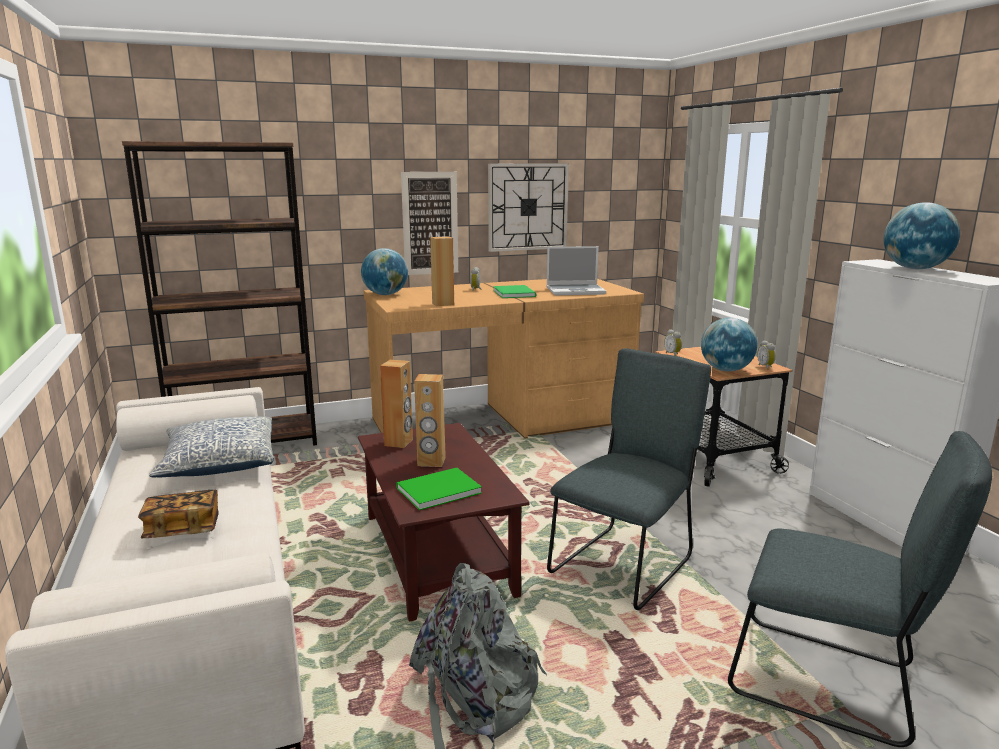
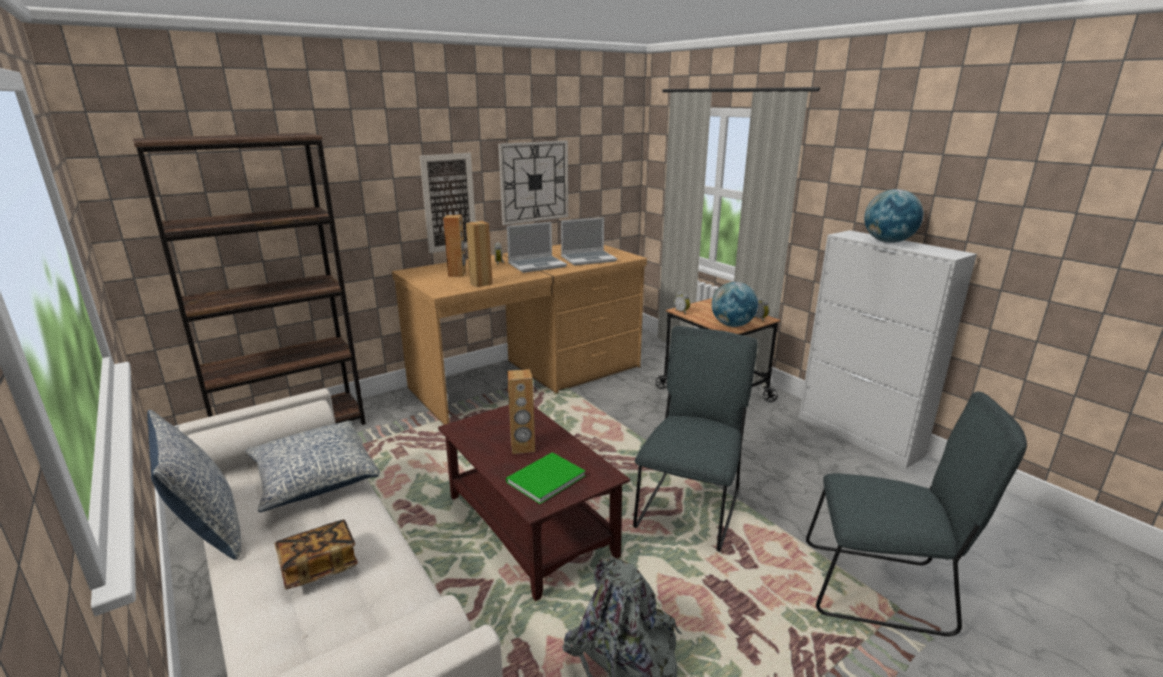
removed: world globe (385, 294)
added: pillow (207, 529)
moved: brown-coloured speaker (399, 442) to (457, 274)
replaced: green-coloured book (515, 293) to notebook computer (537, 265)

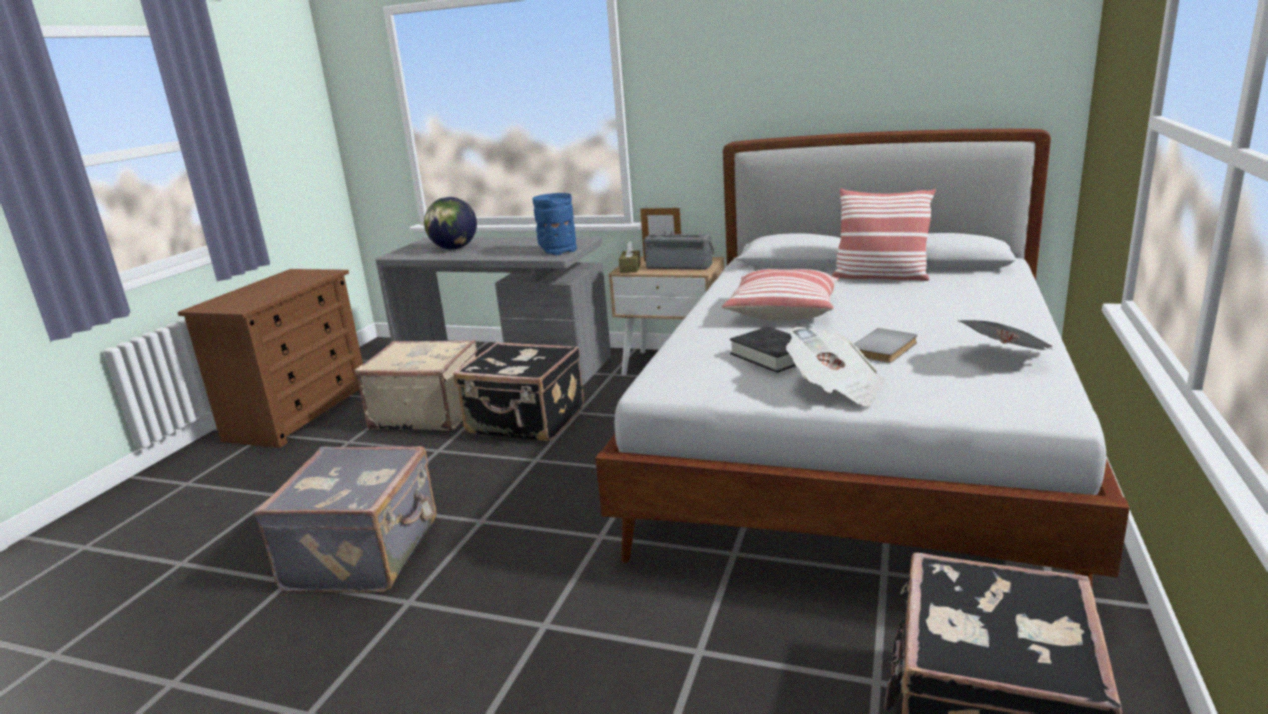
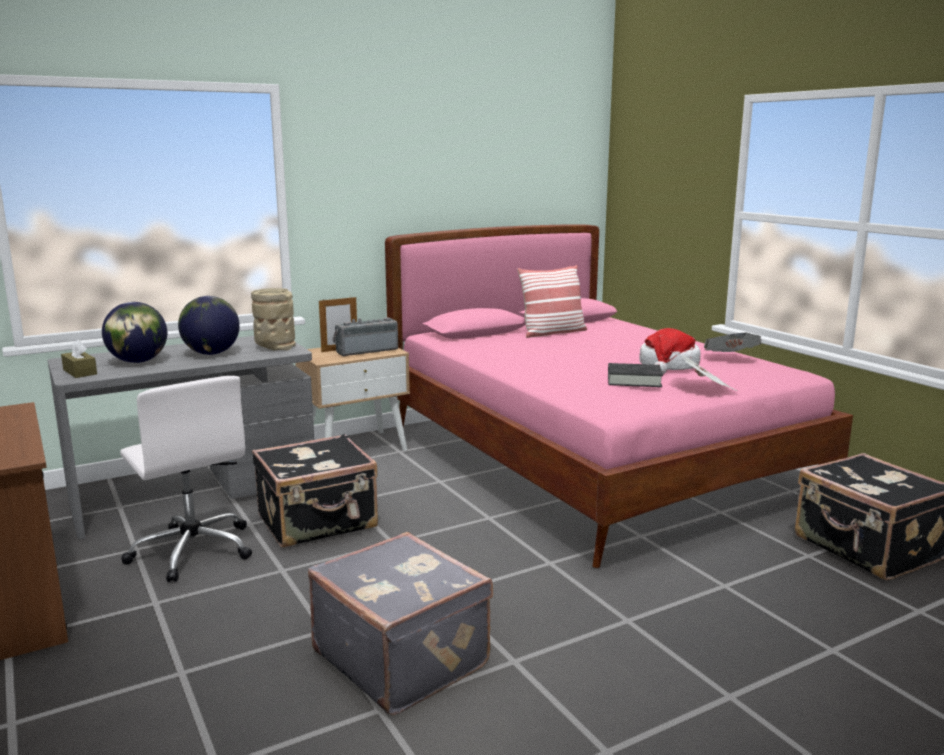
removed: pillow (782, 311)
added: world globe (211, 353)
moved: brown-coloured tissue box (630, 268) to (80, 372)
replaced: sand-coloured suitcase (428, 413) to white computer chair (193, 550); greyish book (885, 348) to hat (668, 366)
recoloured: bluish vase (557, 250) to sand-coloured vase (275, 347); white sleeping bed (858, 451) to pinkish sleeping bed (591, 461)

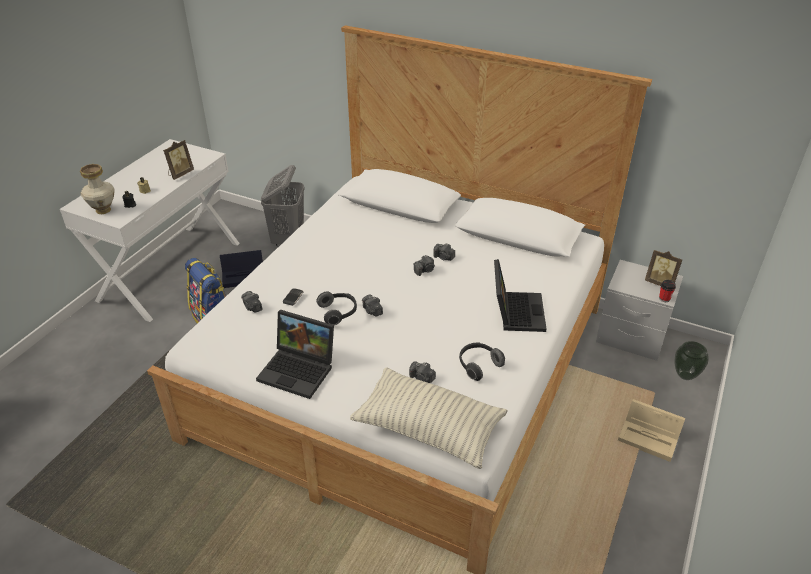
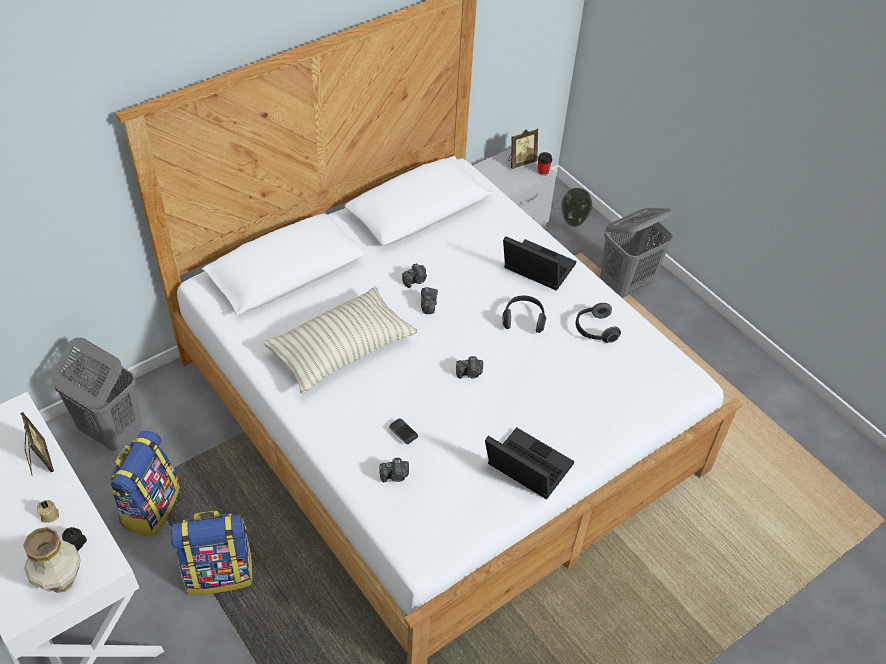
removed: still camera (422, 378)
moved: pillow (428, 428) to (341, 350); headset (338, 313) to (523, 319)
replaced: black storage box (245, 275) to rucksack (150, 507); sand-coloured storage box (650, 437) to greyish laundry basket (626, 285)
turned: notebook computer (299, 370) = (524, 468) 105 degrees counterclockwise

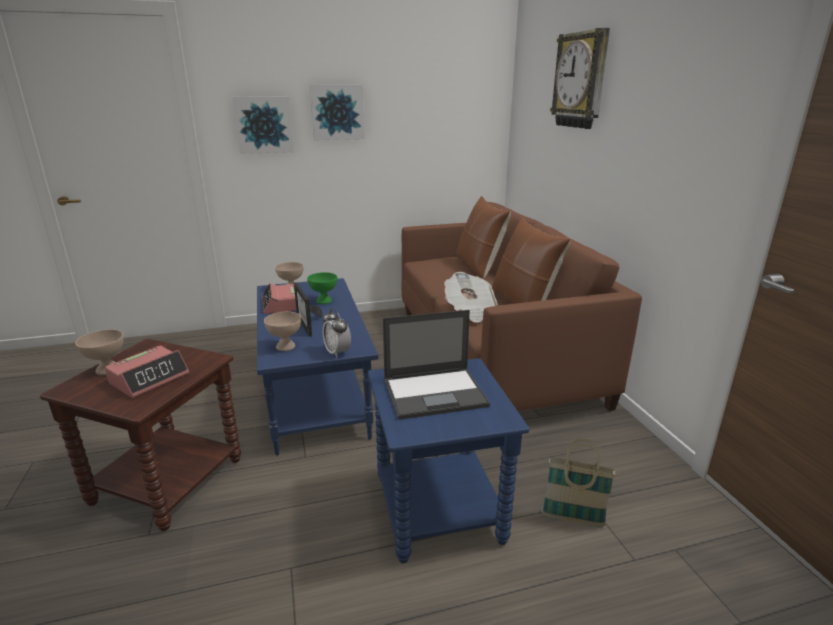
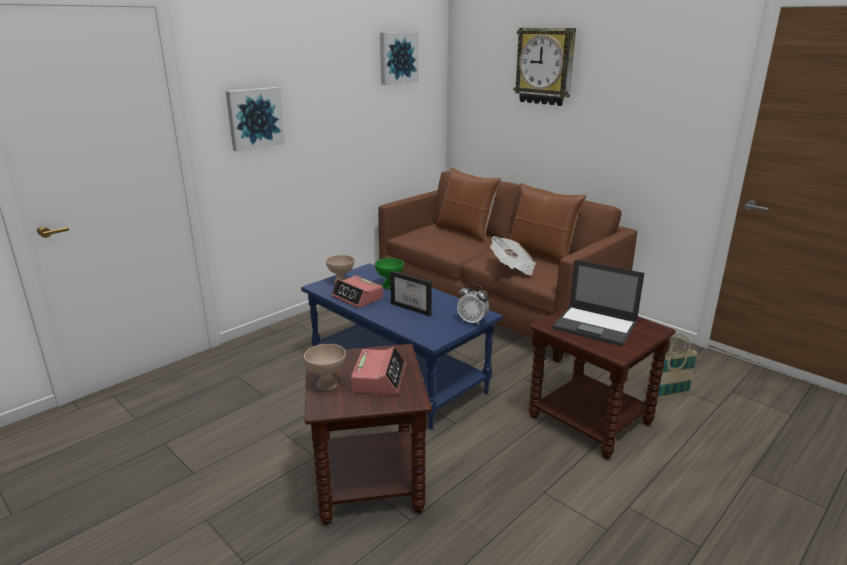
removed: sand-coloured deep dish (286, 347)
moved: wall art (337, 112) to (398, 58)
recoloured: bluish side table (440, 509) to brown-coloured side table (590, 420)
turned: notebook computer (436, 393) = (596, 326) 75 degrees clockwise

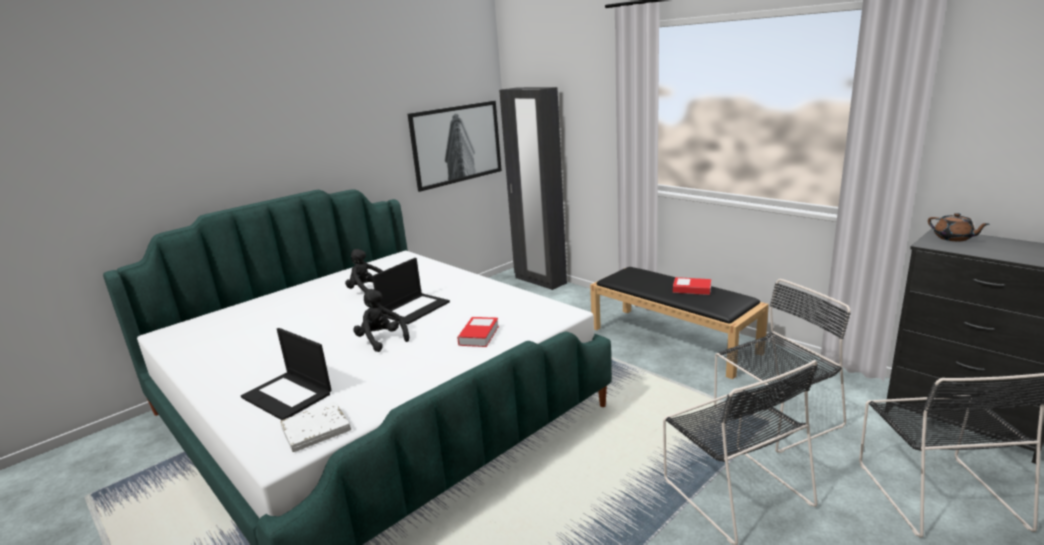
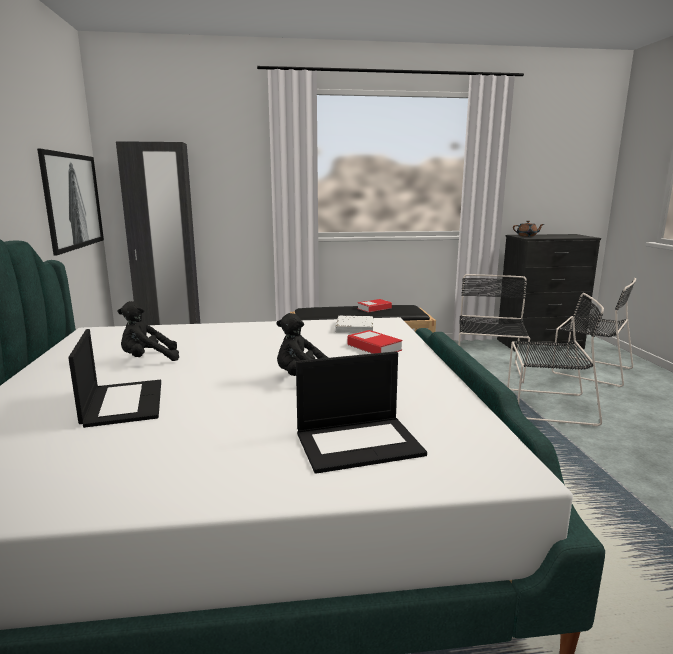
moved: notebook computer (414, 308) to (123, 402); white book (316, 430) to (354, 328)

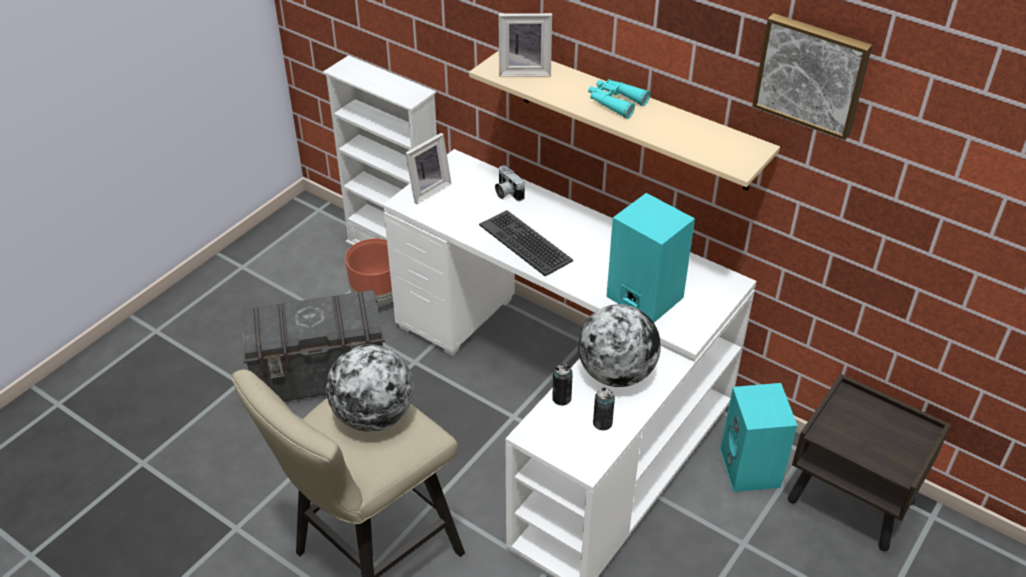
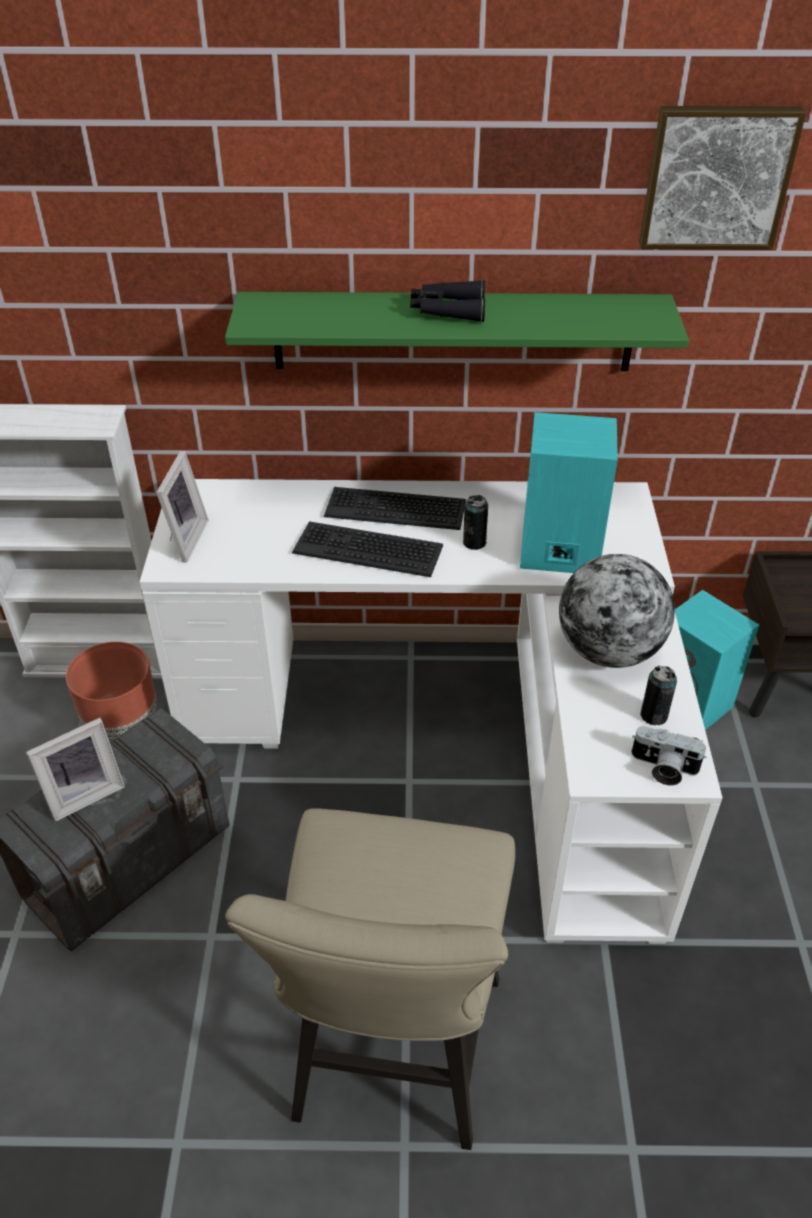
removed: world globe (374, 416)
added: computer keyboard (395, 509)
moved: picture frame (524, 70) to (84, 793); metal can (561, 398) to (474, 542); still camera (507, 192) to (663, 768)
recoloured: sand-coloured wall shelf (633, 117) to green-coloured wall shelf (453, 331); turquoise-coloured binoculars (615, 102) to black binoculars (447, 310)

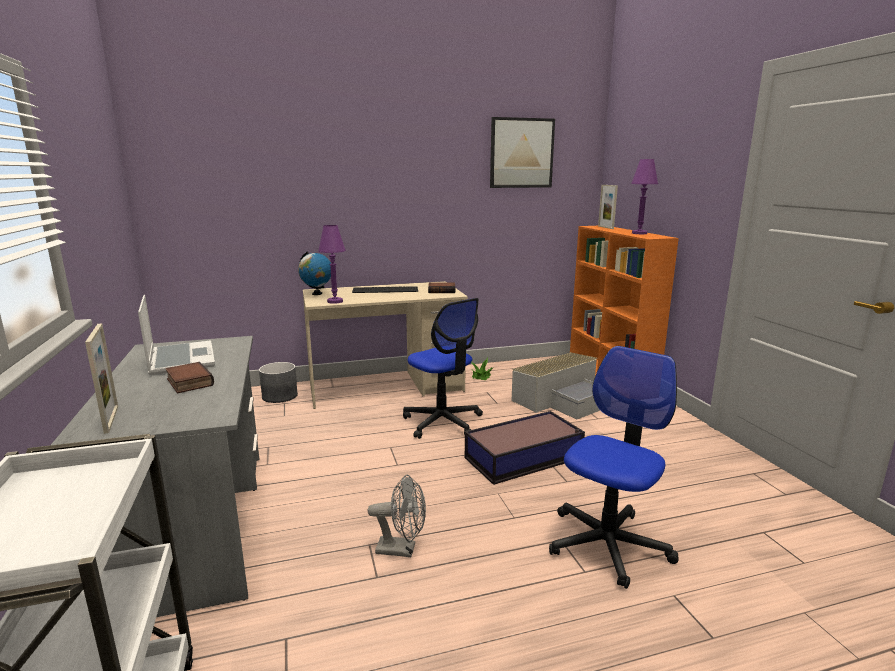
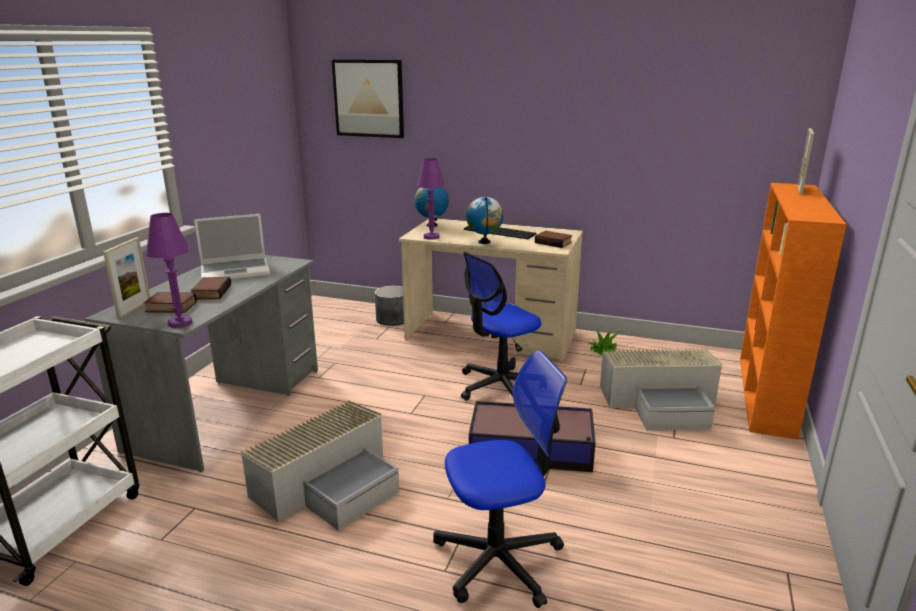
added: book (170, 307); world globe (484, 242)
moved: purplish table lamp (639, 233) to (180, 323); wall art (521, 153) to (368, 98)
replaced: greyish electric fan (402, 549) to greyish storage box (330, 483)
turned: notebook computer (180, 359) = (236, 271) 60 degrees clockwise; computer chair (443, 422) = (500, 387) 60 degrees clockwise

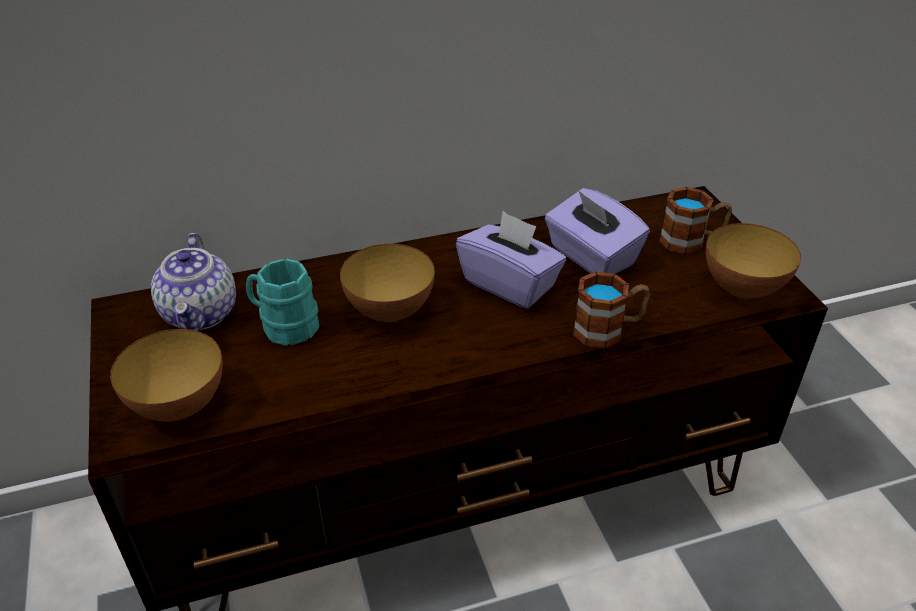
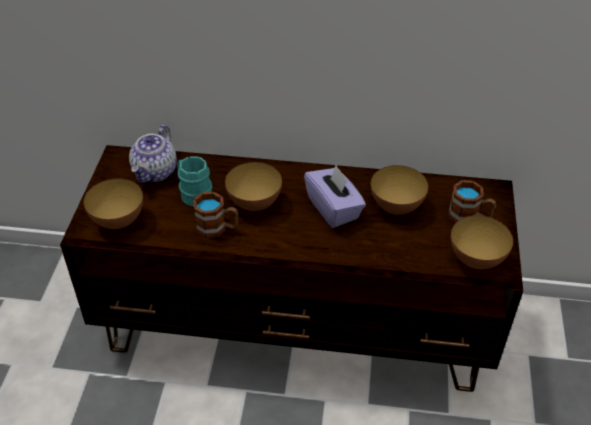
moved: mug (608, 330) to (217, 228)
replaced: purplish tissue box (591, 256) to deep dish (396, 207)

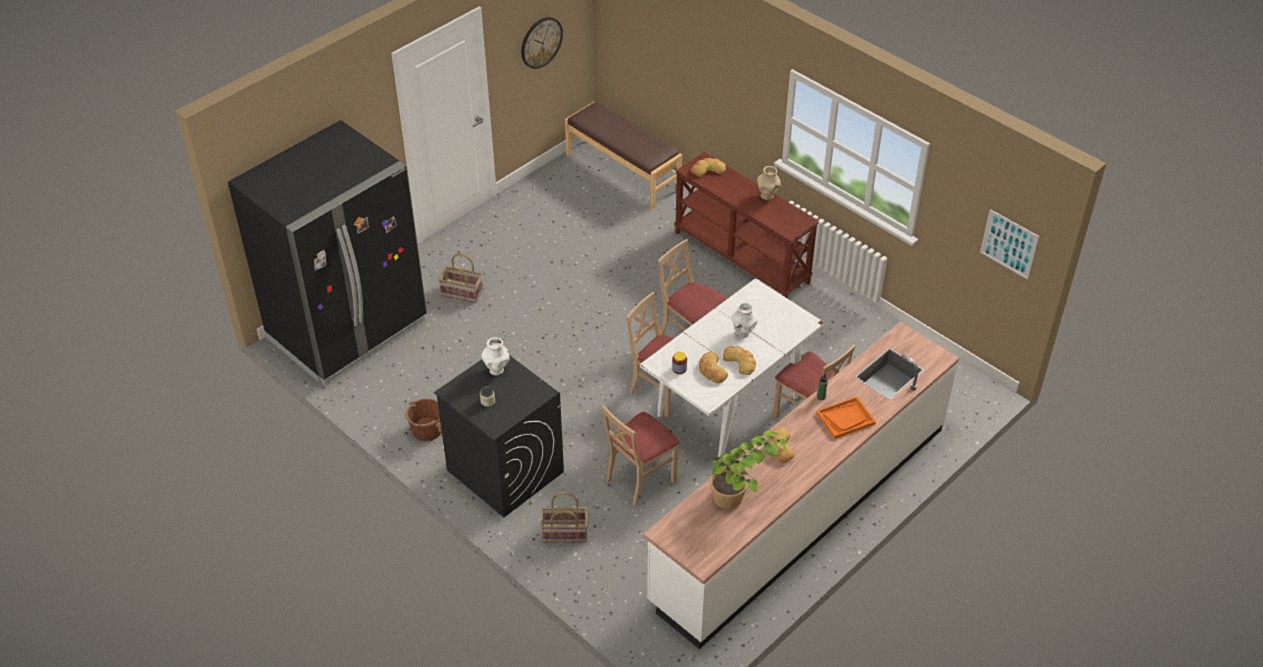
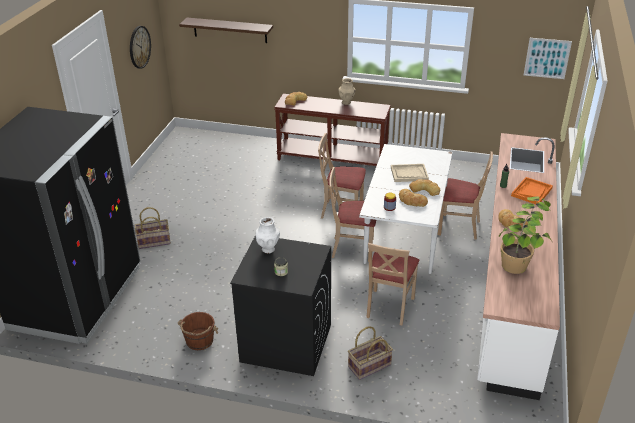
removed: brown-coloured long seat (623, 171)
added: wall shelf (230, 30)
replaced: white vase (743, 333) to sand-coloured tray (409, 174)

